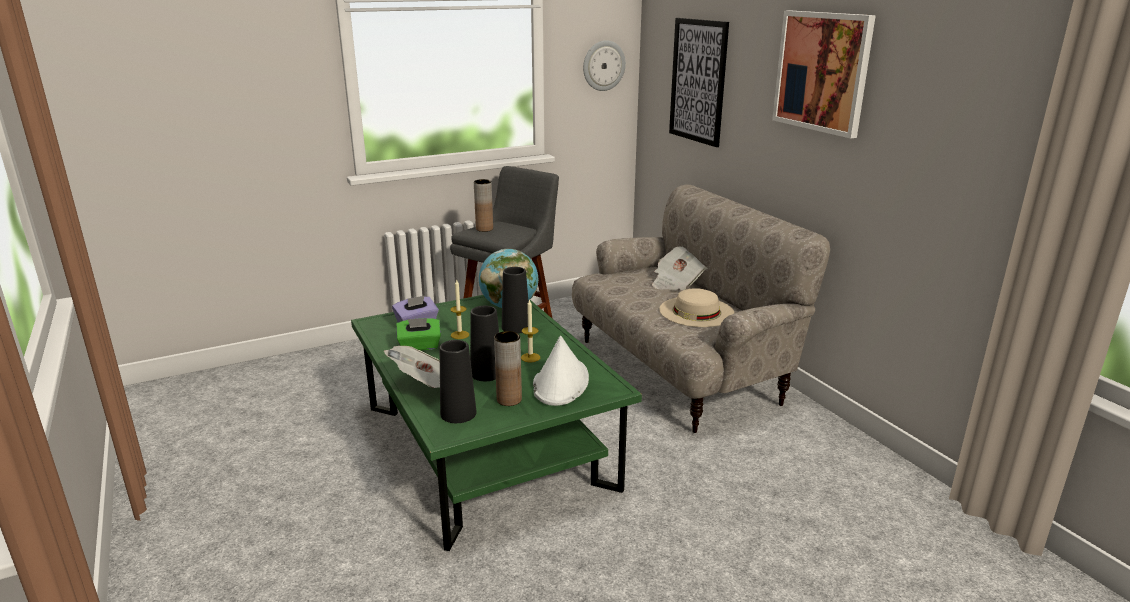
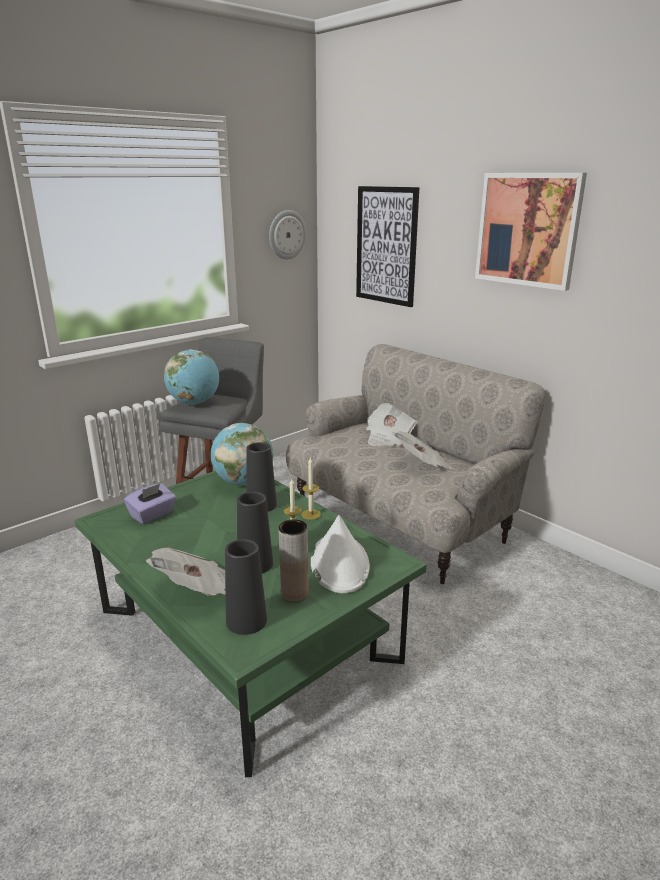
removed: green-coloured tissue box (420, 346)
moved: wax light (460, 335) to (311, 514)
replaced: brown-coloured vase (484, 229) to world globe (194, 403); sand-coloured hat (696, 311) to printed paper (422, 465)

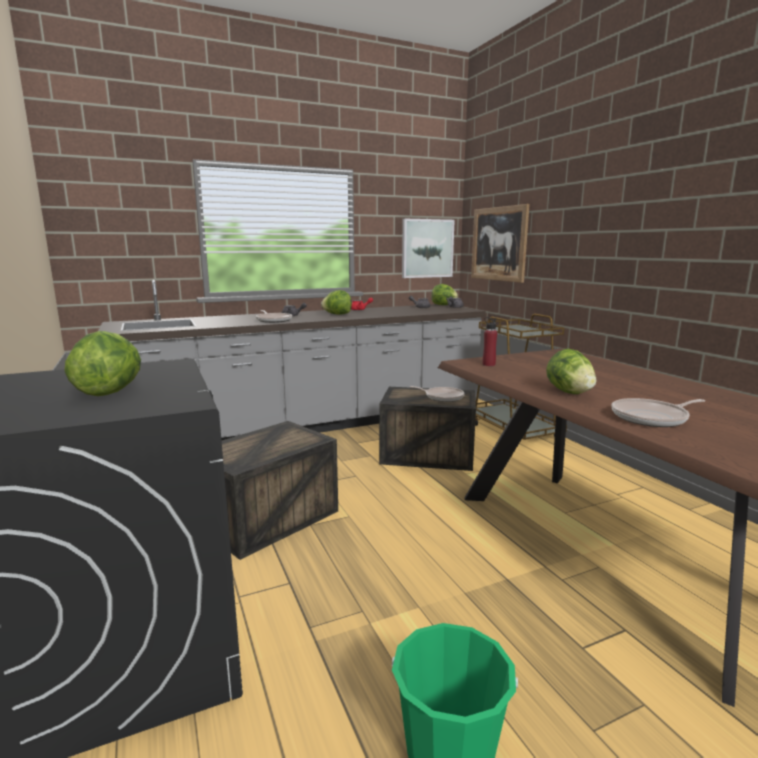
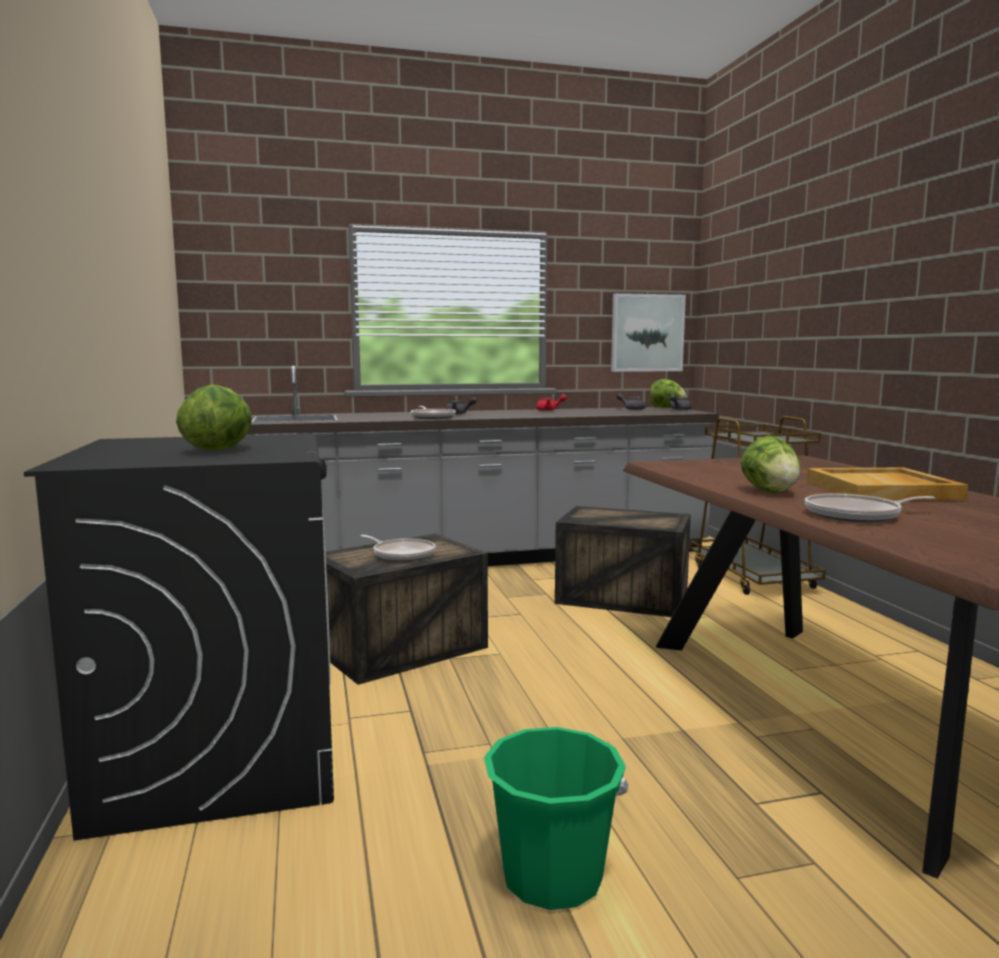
removed: head of lettuce (337, 314); wall art (499, 244); reddish drink bottle (488, 364)
added: sand-coloured tray (882, 490)
moved: skillet (442, 397) to (402, 554)

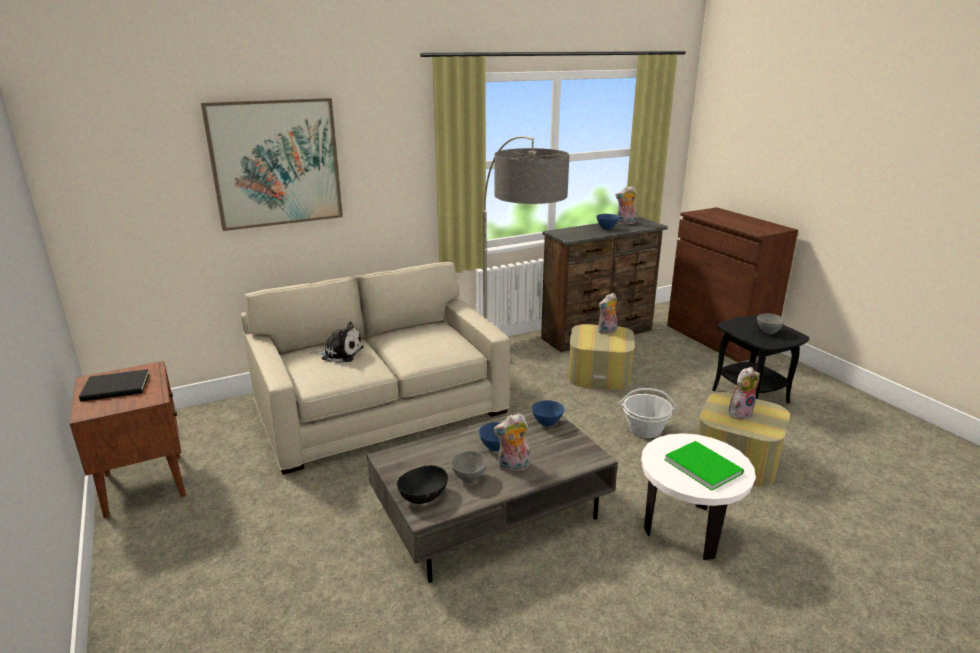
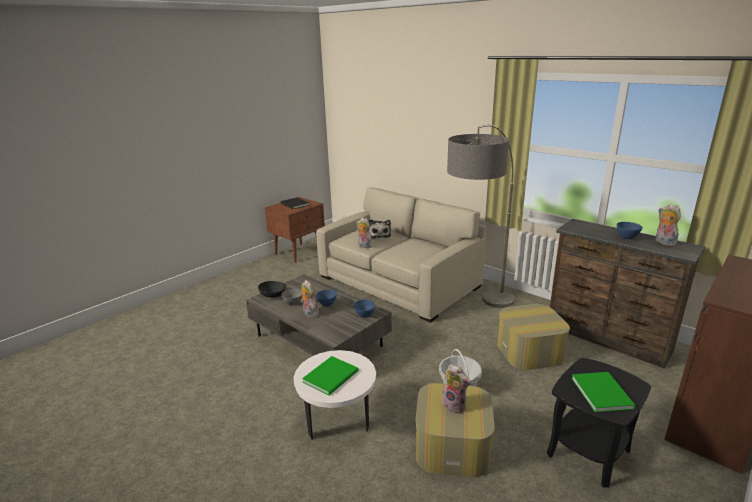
removed: wall art (276, 163)
moved: soft toy (607, 331) to (364, 246)
replaced: greyish deep dish (768, 332) to green-coloured book (602, 391)

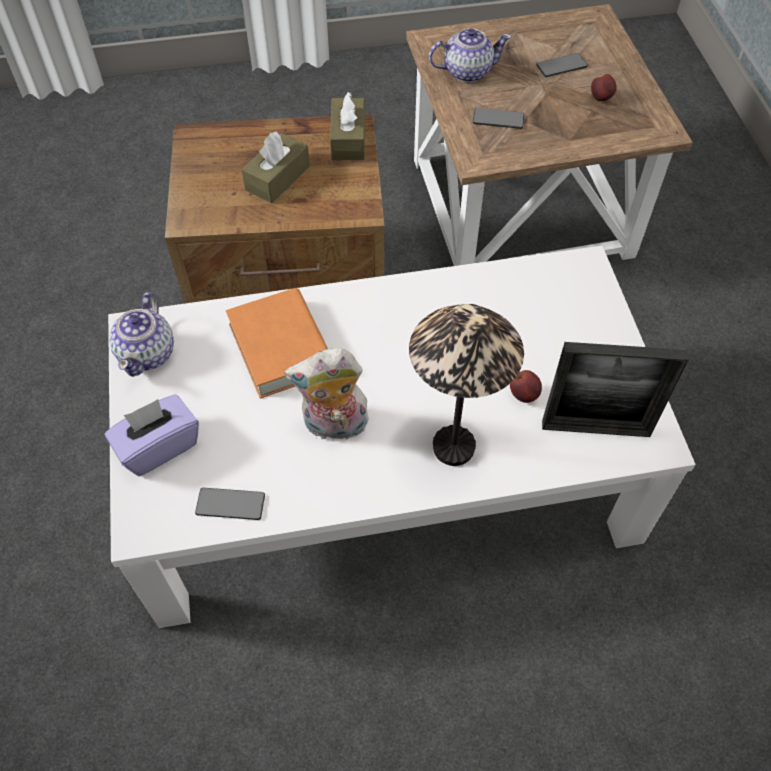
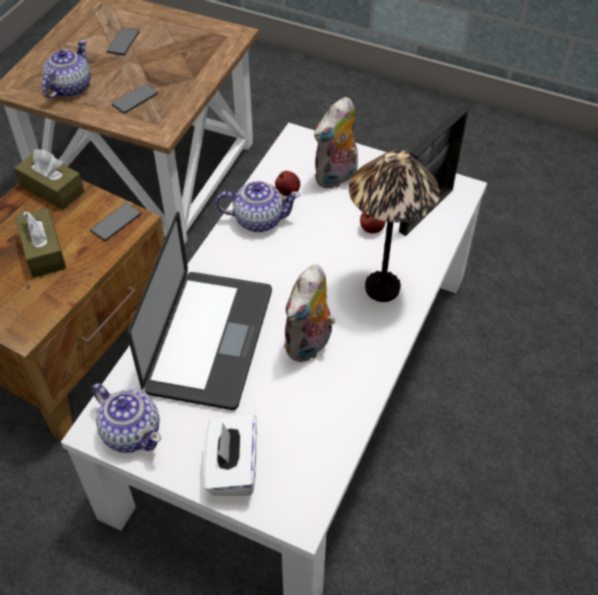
added: pot for tea (258, 219); soft toy (336, 177)
moved: telephone (230, 504) to (116, 222); apple (601, 98) to (288, 192)
replaced: orange-coloured book (281, 348) to notebook computer (210, 340)
recoloured: purplish tissue box (158, 446) to white tissue box (232, 468)

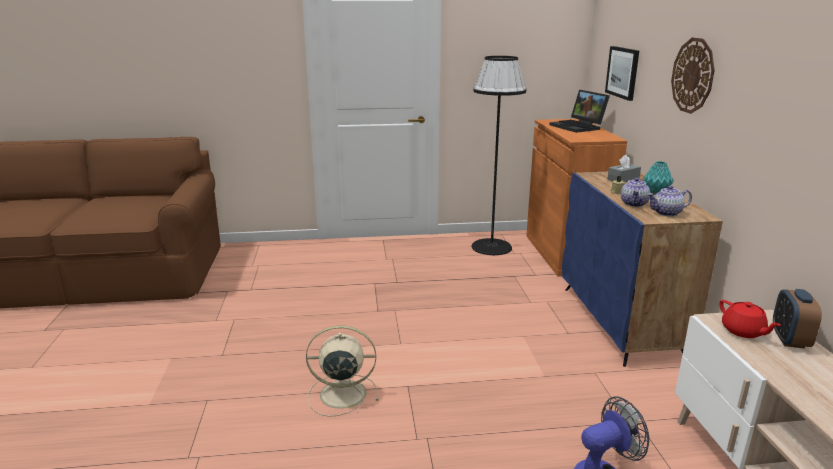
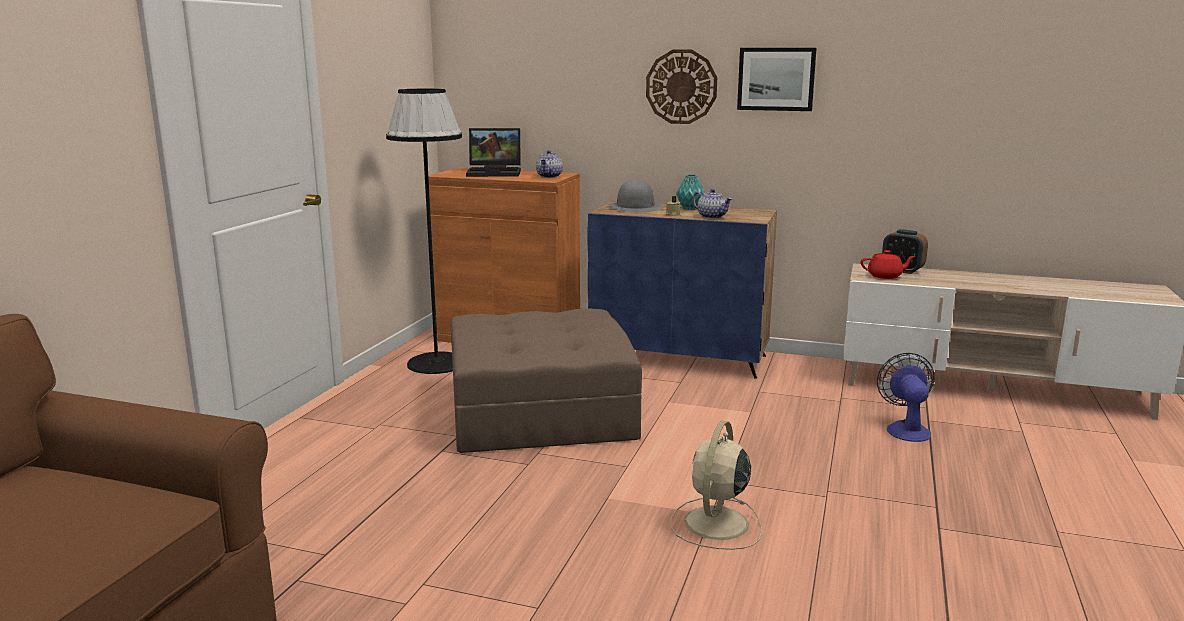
added: brown-coloured footrest (541, 410)
moved: pot for tea (666, 213) to (549, 176); wall art (623, 72) to (776, 79)
replaced: greyish tissue box (623, 179) to greyish hat (635, 207)

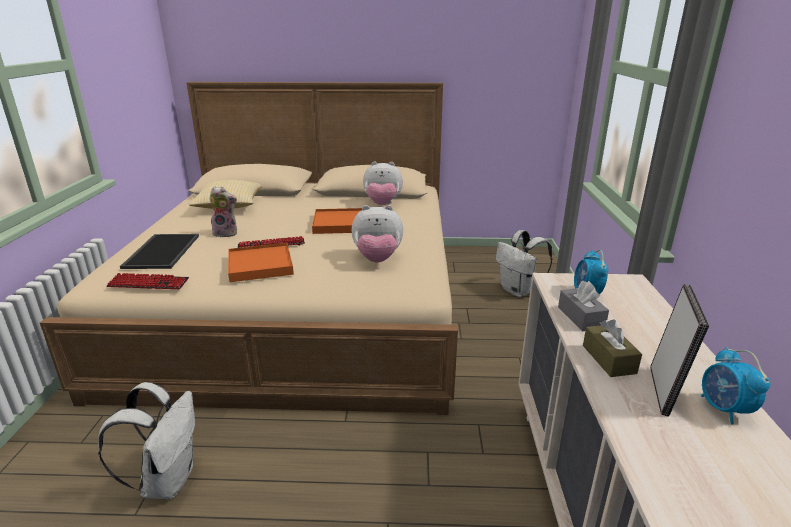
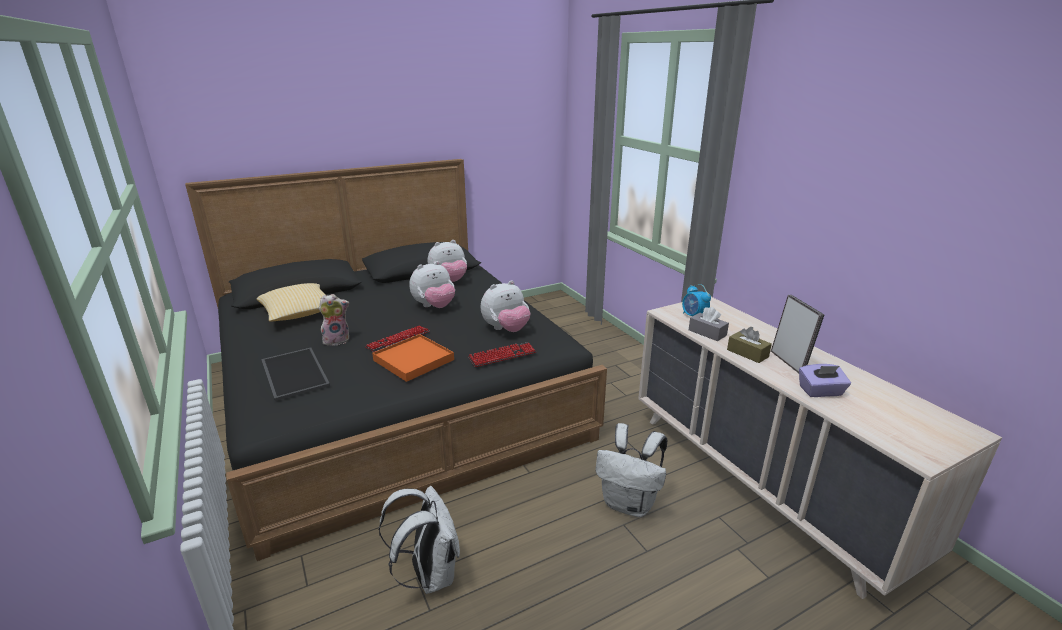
removed: alarm clock (724, 409)
added: purplish tissue box (820, 391)
moved: computer keyboard (148, 283) to (502, 355); white rucksack (519, 291) to (629, 504)
replaced: orange-coloured tray (339, 224) to soft toy (434, 306)
recoloured: sand-coloured sleeping bed (300, 305) to black sleeping bed (395, 394)

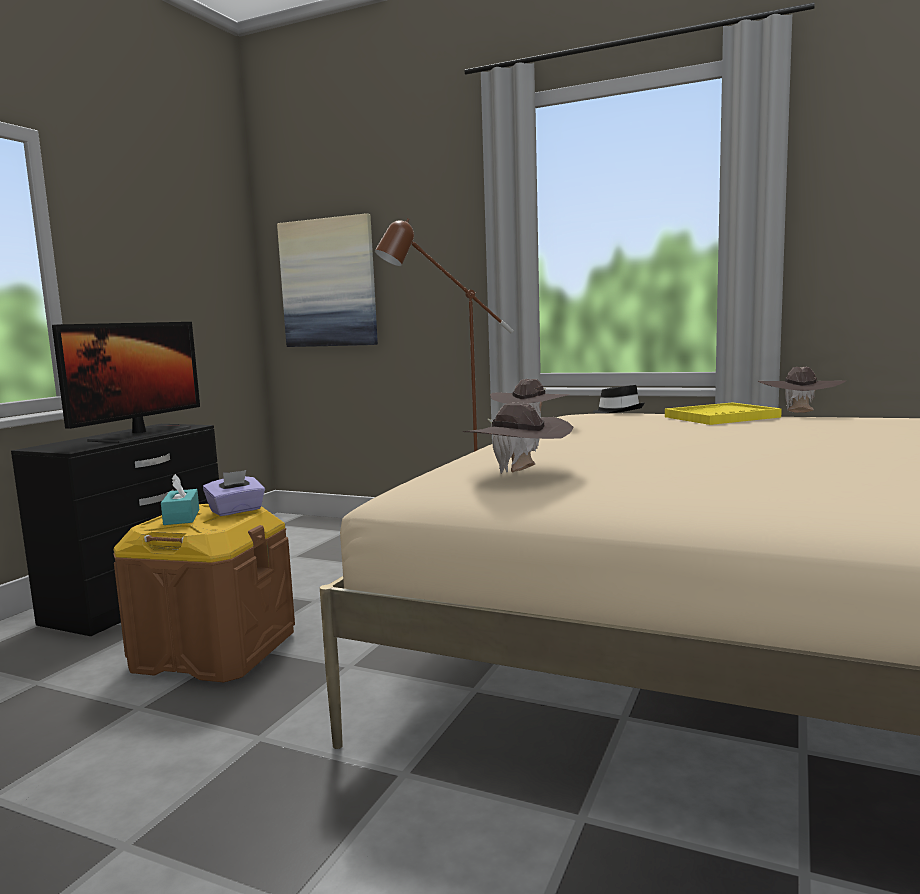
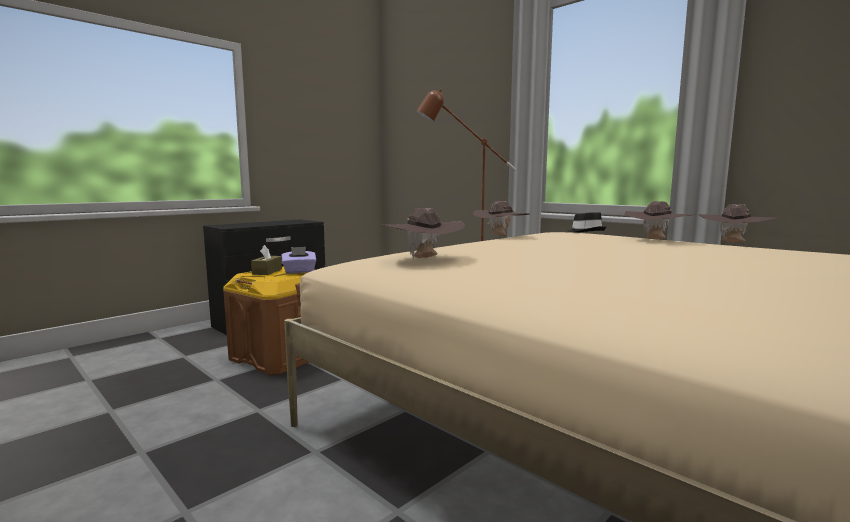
removed: computer screen (141, 434); wall art (329, 283)
replaced: yellowish tray (721, 417) to brown-coloured hat (656, 240)
recoloured: turquoise-coloured tissue box (182, 517) to brown-coloured tissue box (267, 271)

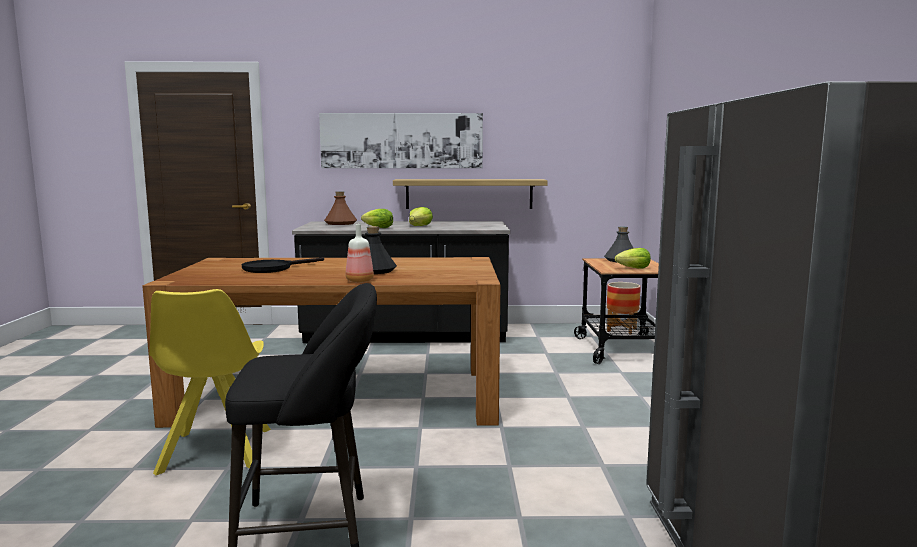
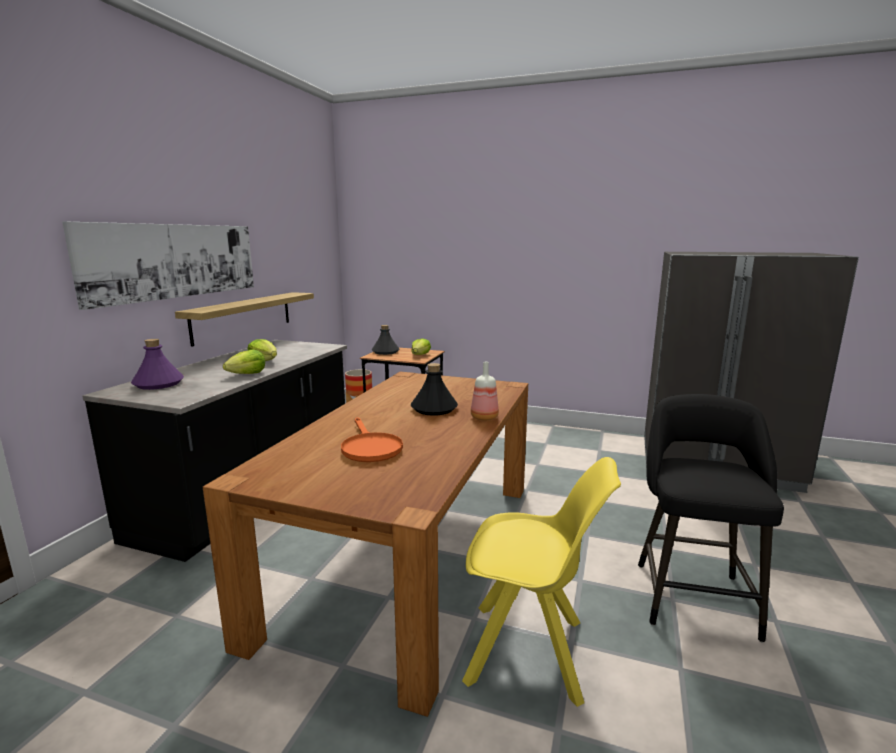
recoloured: brown-coloured drink bottle (340, 223) to purplish drink bottle (158, 384); black skillet (273, 268) to orange-coloured skillet (369, 447)

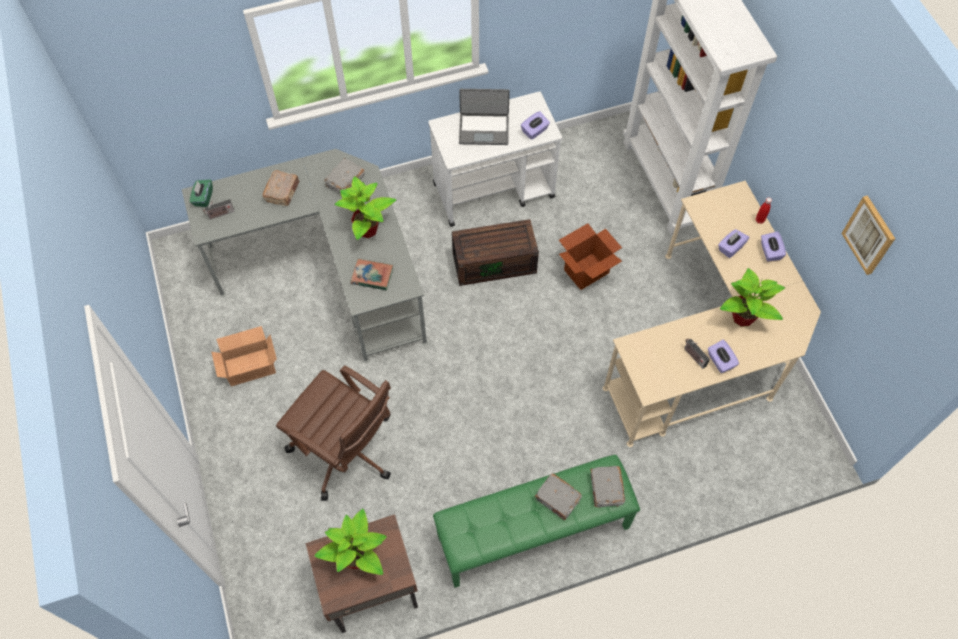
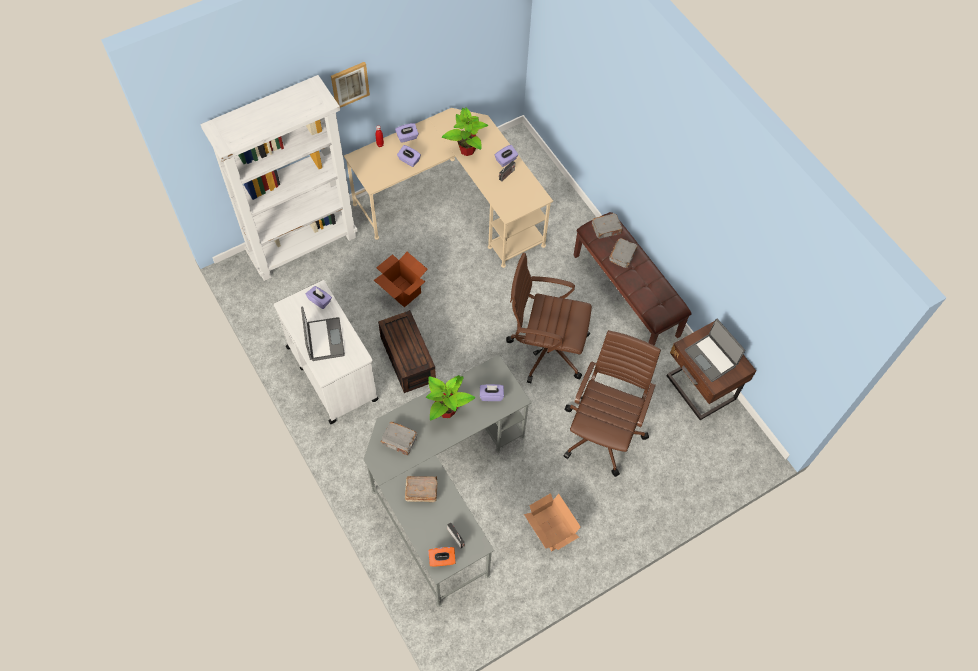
added: brown-coloured computer chair (545, 348)
moved: wall art (869, 235) to (349, 84)
replaced: book (372, 276) to purplish tissue box (491, 395); plant in a pot (359, 557) to notebook computer (711, 358)
recoloured: green-coloured tissue box (203, 198) to orange-coloured tissue box (442, 560); green-coloured long seat (533, 533) to brown-coloured long seat (626, 295)

